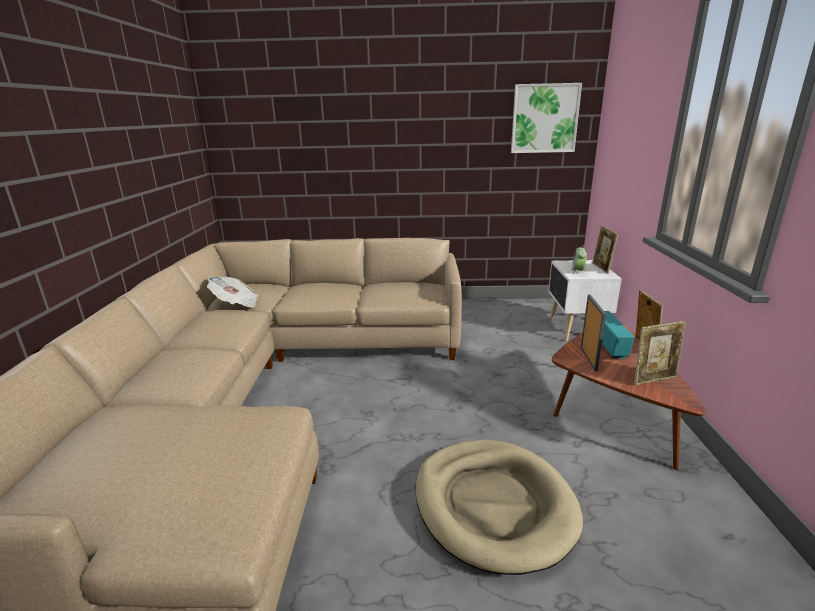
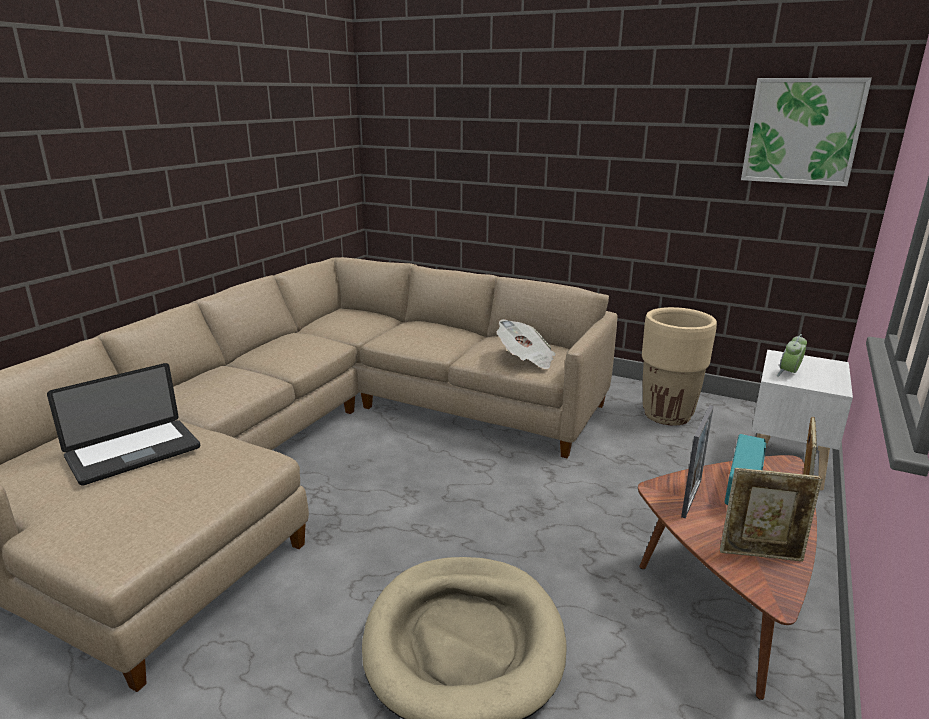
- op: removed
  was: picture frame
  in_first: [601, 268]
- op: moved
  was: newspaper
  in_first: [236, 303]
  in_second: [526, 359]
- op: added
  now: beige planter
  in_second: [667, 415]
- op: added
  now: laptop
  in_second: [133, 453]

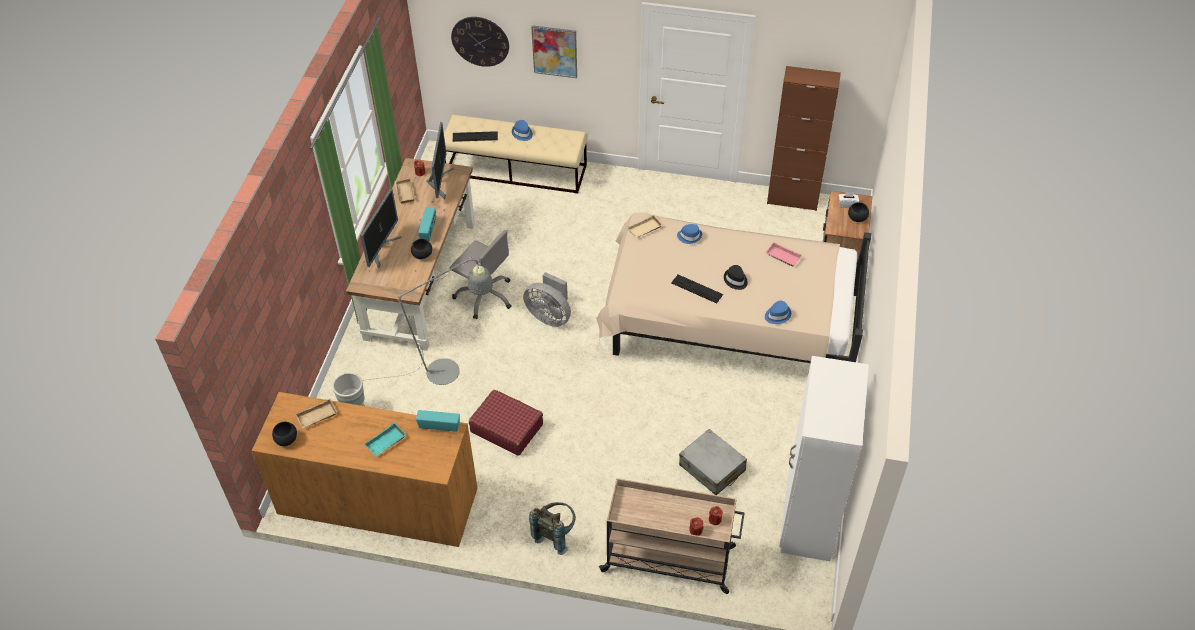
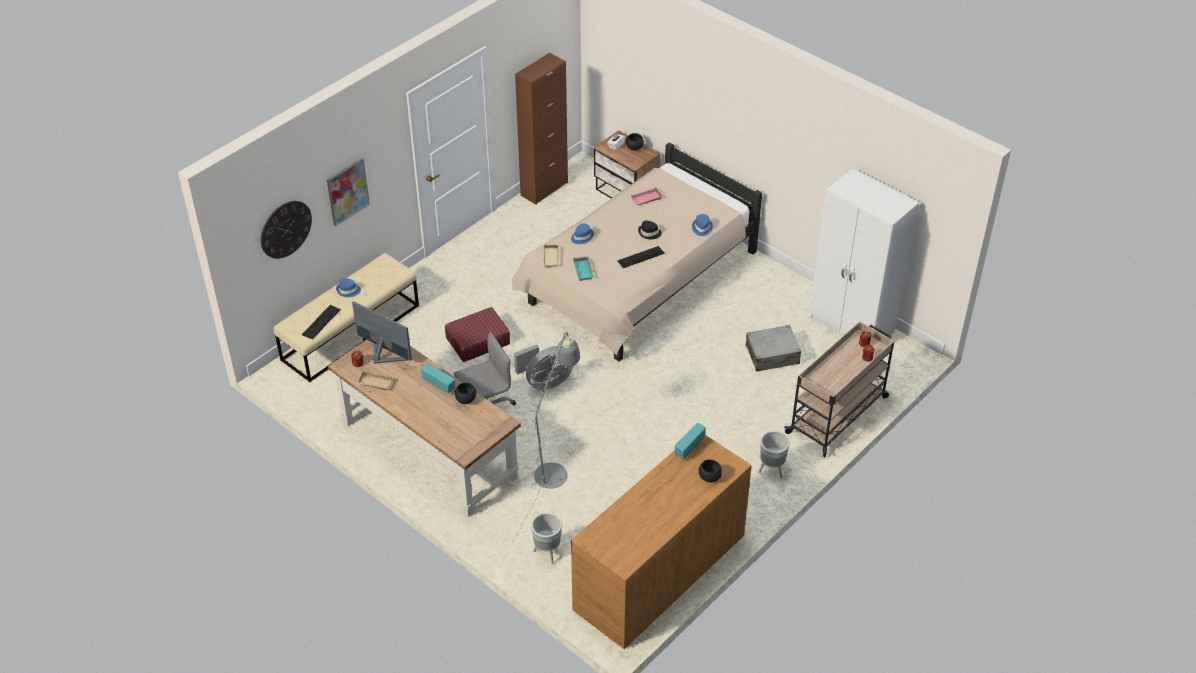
- op: removed
  was: monitor
  in_first: [382, 249]
- op: moved
  was: red suitcase
  in_first: [506, 428]
  in_second: [477, 341]
- op: removed
  was: beige tray
  in_first: [317, 417]
- op: moved
  was: black bowl
  in_first: [287, 439]
  in_second: [709, 477]
- op: moved
  was: turquoise tray
  in_first: [386, 443]
  in_second: [584, 270]
- op: replaced
  was: grey backpack
  now: grey planter
  in_first: [555, 534]
  in_second: [771, 470]

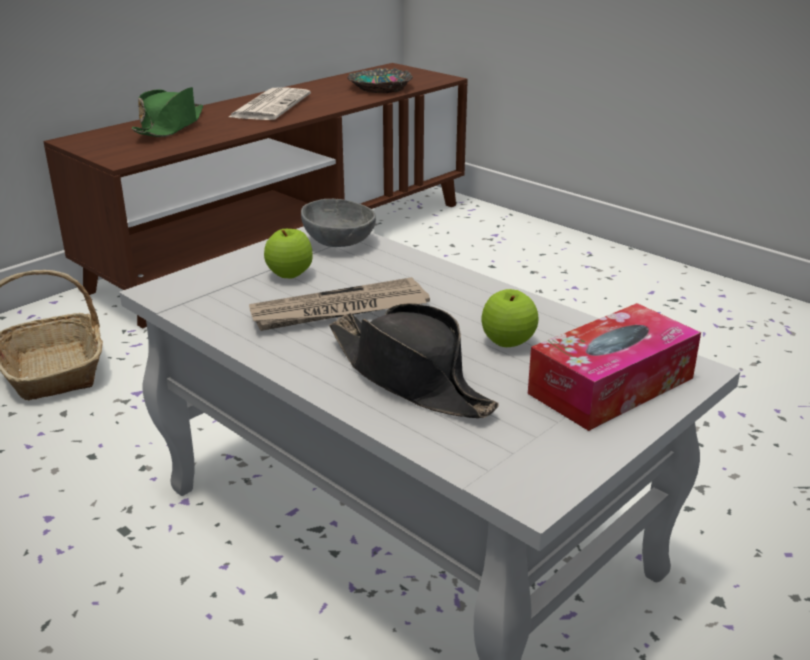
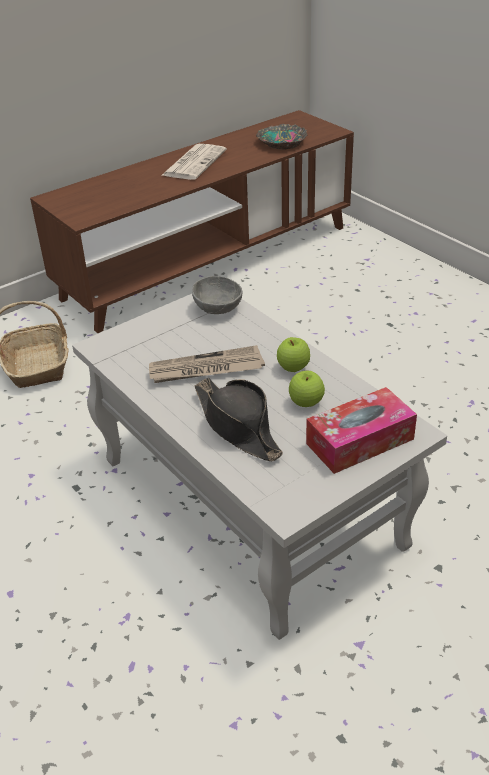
- op: removed
  was: green hat
  in_first: [170, 127]
- op: moved
  was: apple
  in_first: [289, 275]
  in_second: [293, 368]

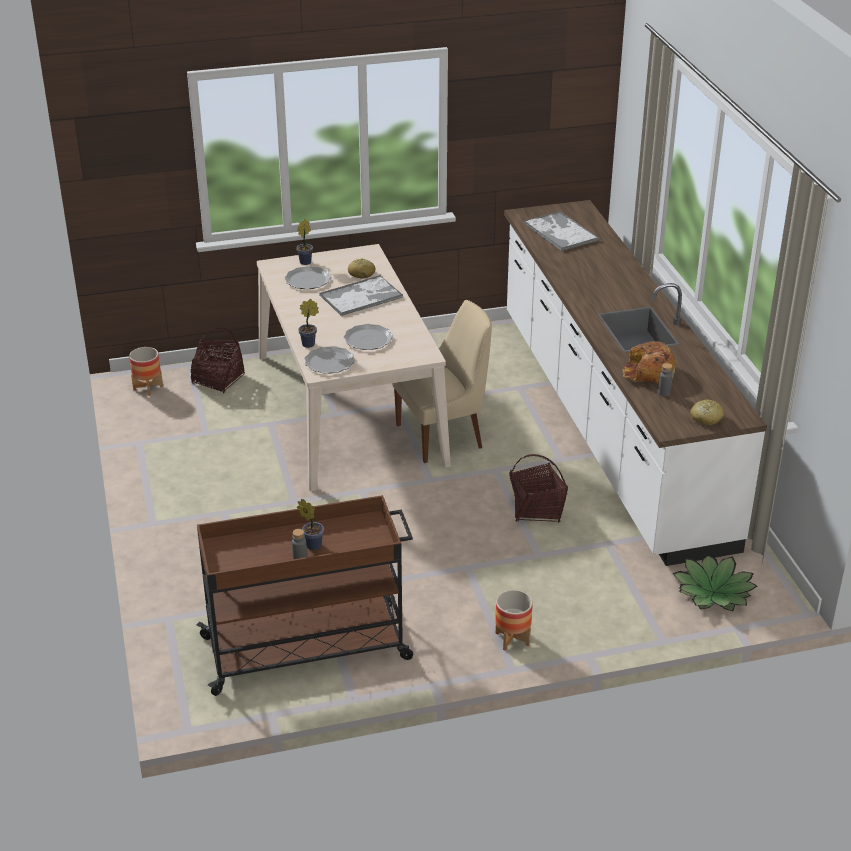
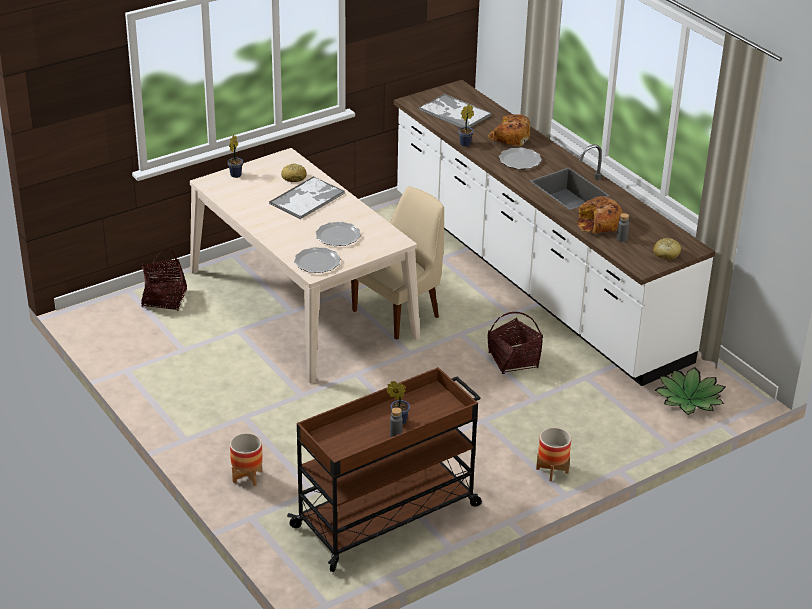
- op: moved
  was: plate
  in_first: [307, 280]
  in_second: [519, 160]
- op: moved
  was: potted plant
  in_first: [310, 344]
  in_second: [466, 143]
- op: moved
  was: planter
  in_first: [148, 388]
  in_second: [247, 476]
- op: added
  now: bread
  in_second: [509, 137]

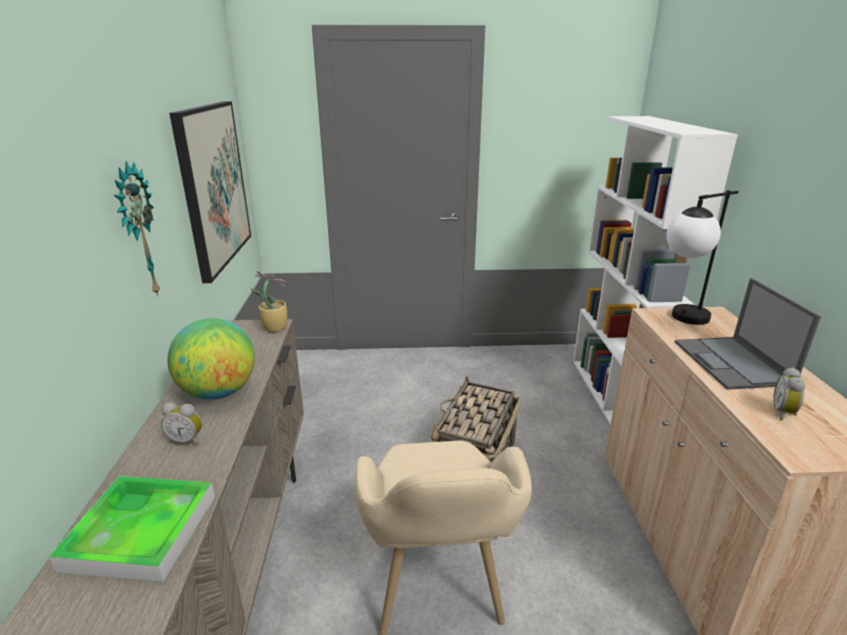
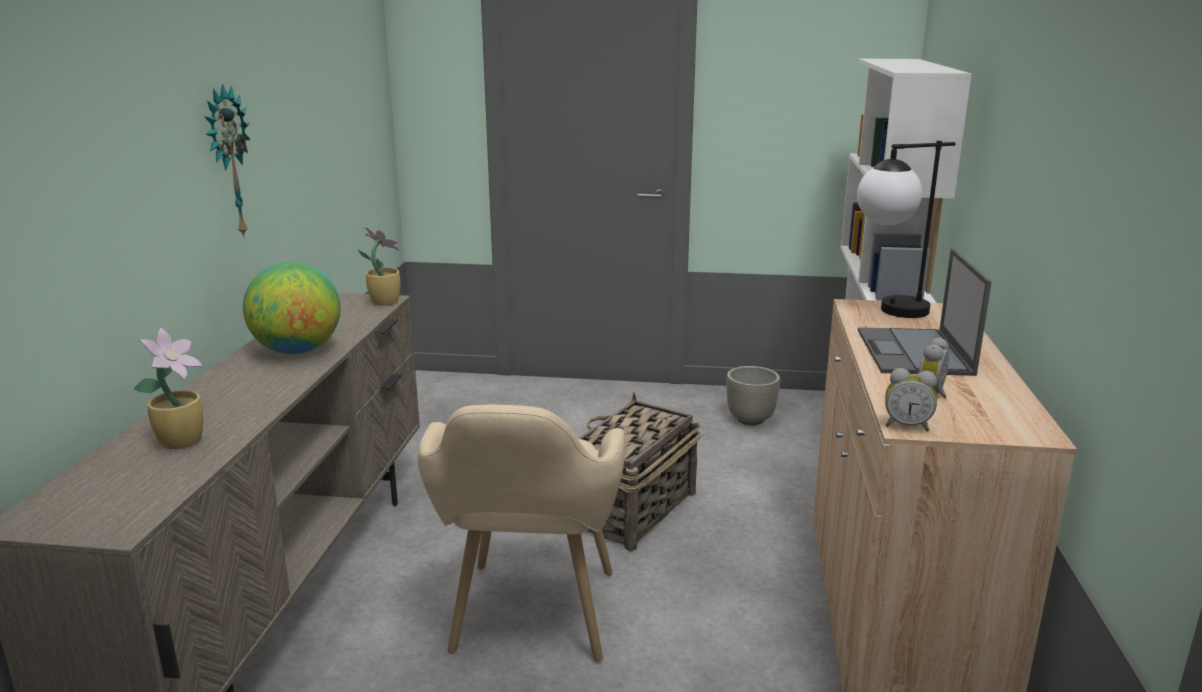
- op: removed
  was: picture
  in_first: [213, 186]
- op: moved
  was: alarm clock
  in_first: [187, 440]
  in_second: [906, 426]
- op: replaced
  was: tray
  now: potted plant
  in_first: [141, 531]
  in_second: [183, 441]
- op: added
  now: grey planter
  in_second: [750, 420]

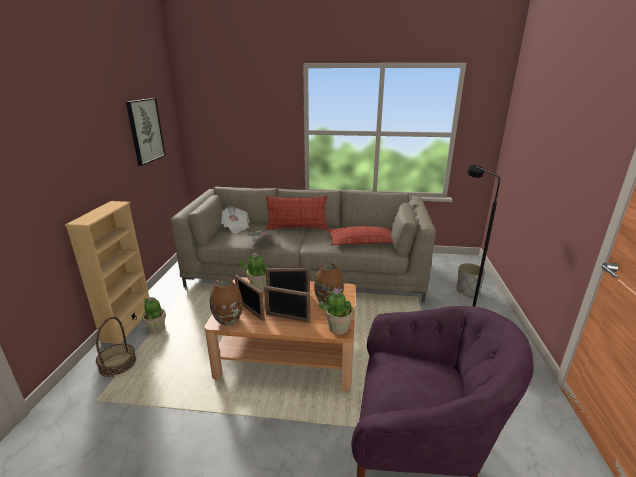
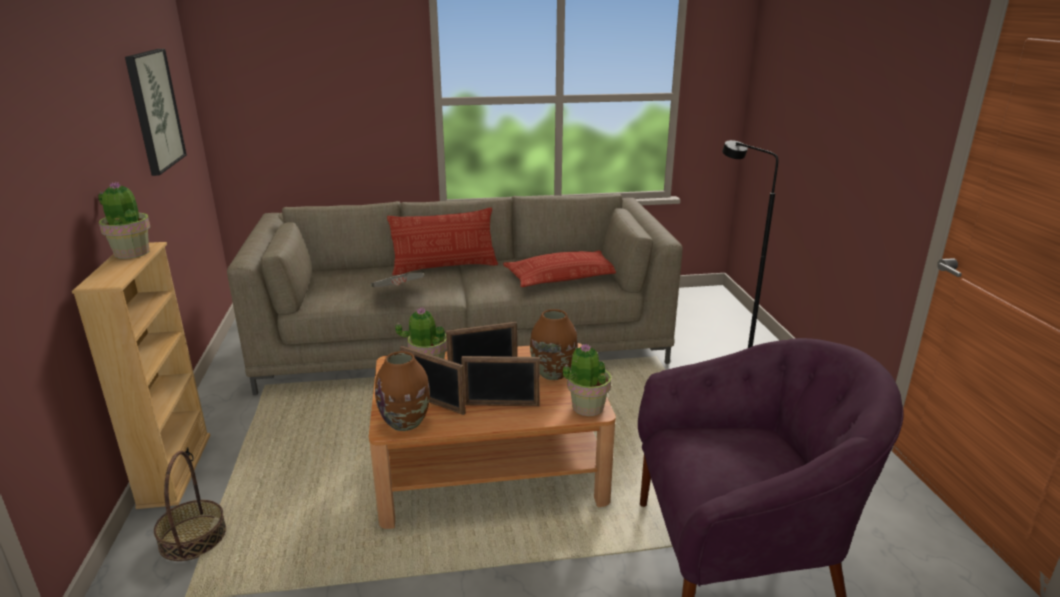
- op: removed
  was: newspaper
  in_first: [235, 227]
- op: removed
  was: grey planter
  in_first: [467, 291]
- op: moved
  was: potted plant
  in_first: [156, 328]
  in_second: [132, 252]

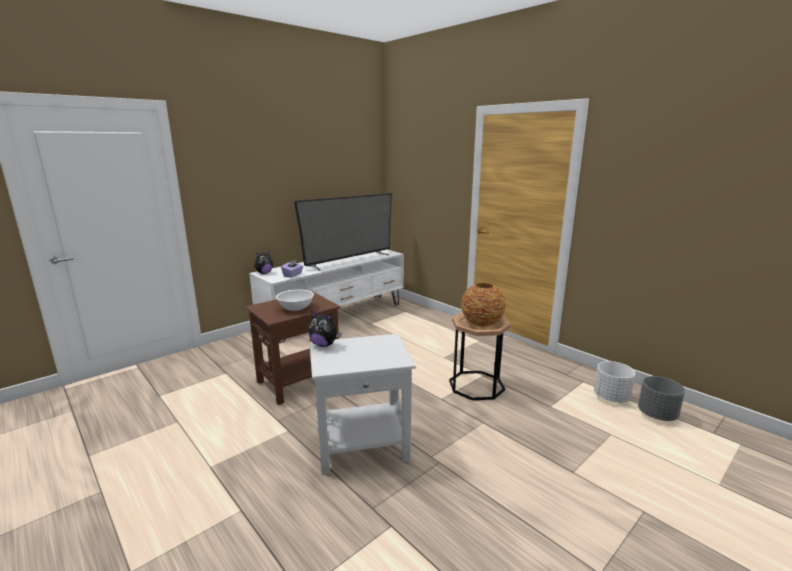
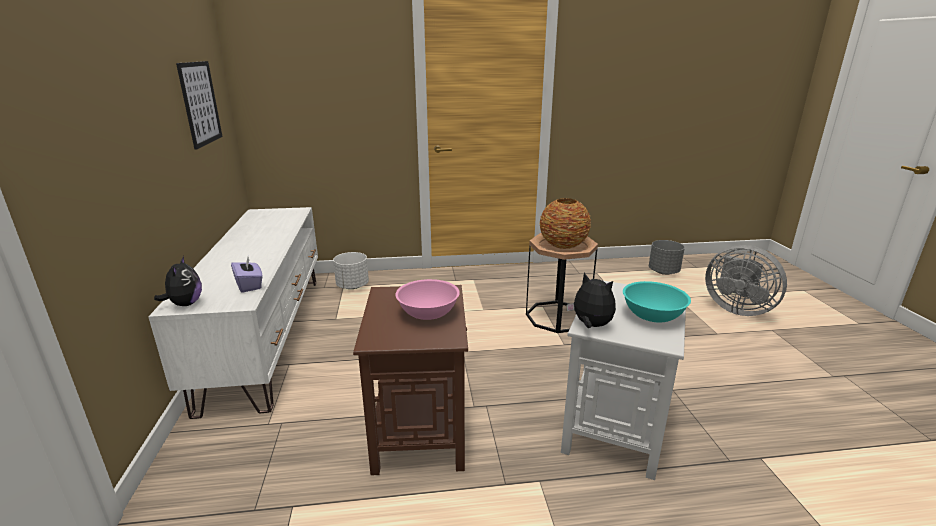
- op: removed
  was: television
  in_first: [349, 260]
- op: recoloured
  was: white bowl
  now: pink bowl
  in_first: [295, 308]
  in_second: [428, 313]
- op: turned
  was: plush toy
  in_first: [324, 345]
  in_second: [590, 325]
  clockwise: -105
- op: moved
  was: white planter
  in_first: [611, 397]
  in_second: [353, 286]
- op: added
  now: picture
  in_second: [200, 103]
- op: added
  now: grey fan
  in_second: [736, 308]
- op: added
  now: turquoise bowl
  in_second: [653, 315]

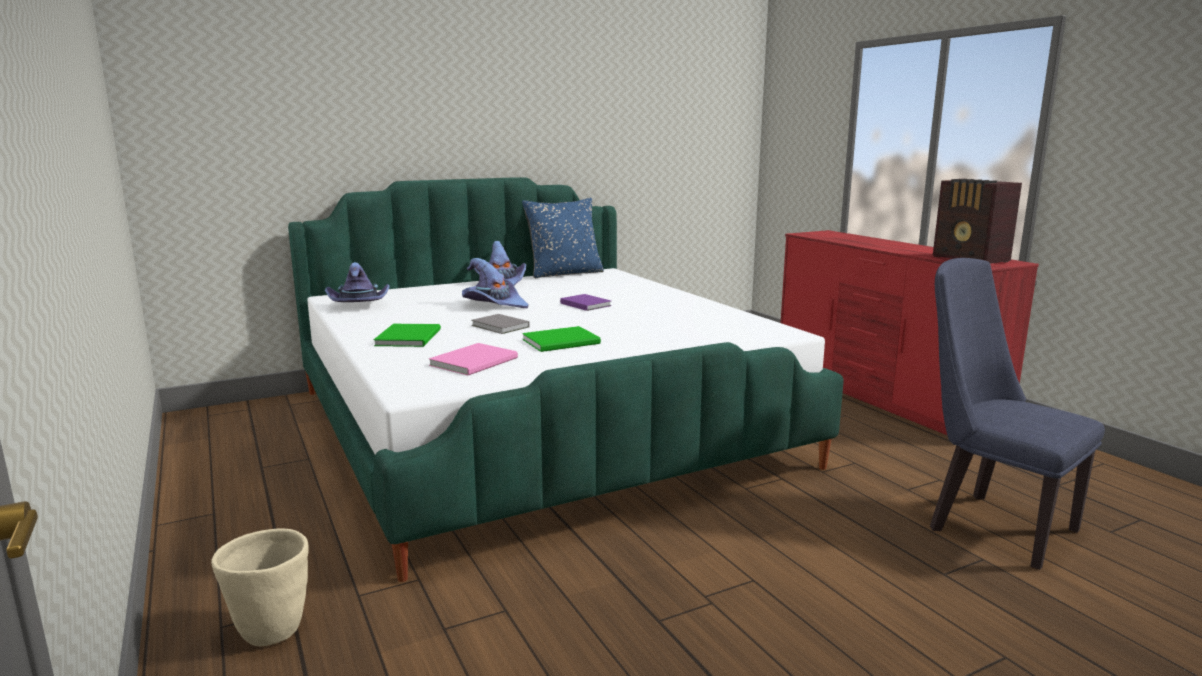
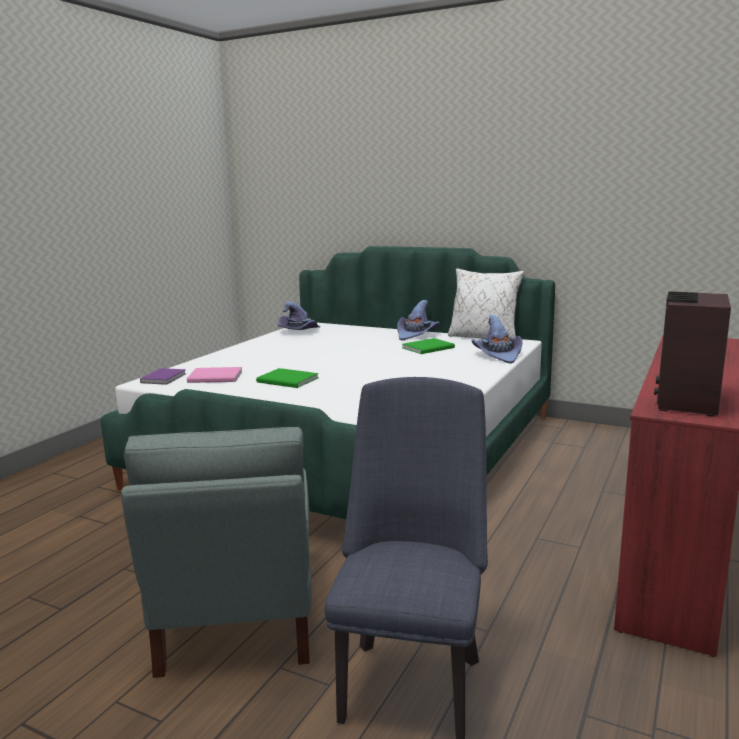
- op: recoloured
  was: blue pillow
  now: white pillow
  in_first: [564, 273]
  in_second: [484, 337]
- op: moved
  was: purple hat
  in_first: [494, 304]
  in_second: [498, 355]
- op: moved
  was: purple book
  in_first: [585, 304]
  in_second: [165, 378]
- op: removed
  was: grey book
  in_first: [500, 326]
- op: moved
  was: green book
  in_first: [410, 337]
  in_second: [429, 348]
- op: removed
  was: beige planter
  in_first: [271, 631]
- op: added
  now: grey armchair
  in_second: [238, 617]

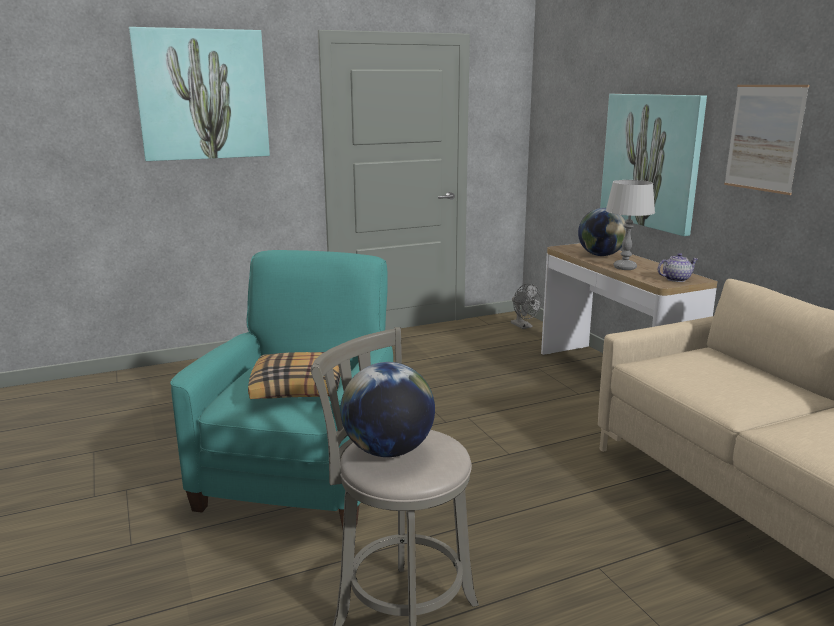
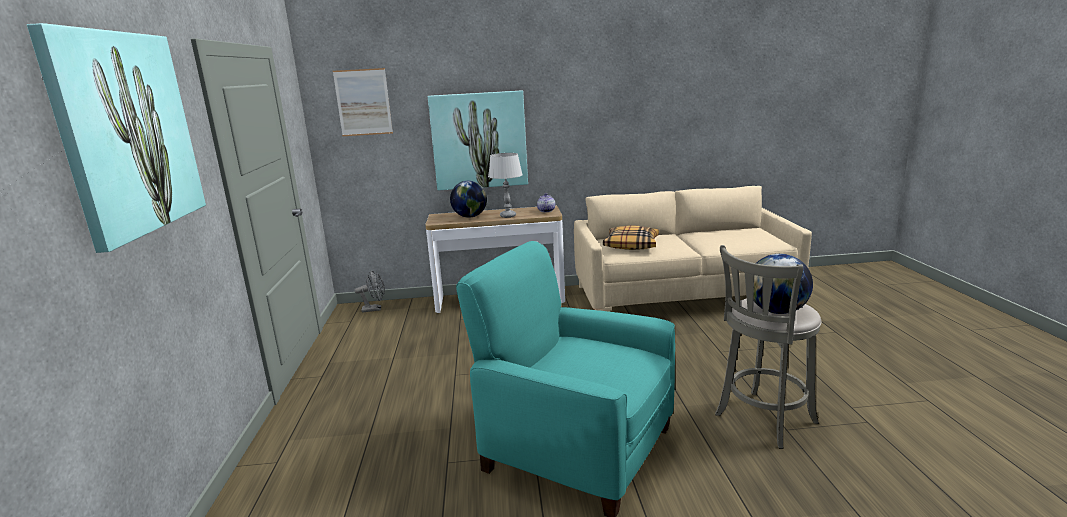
- op: moved
  was: picture
  in_first: [764, 138]
  in_second: [363, 102]
- op: moved
  was: pillow
  in_first: [298, 388]
  in_second: [631, 245]

